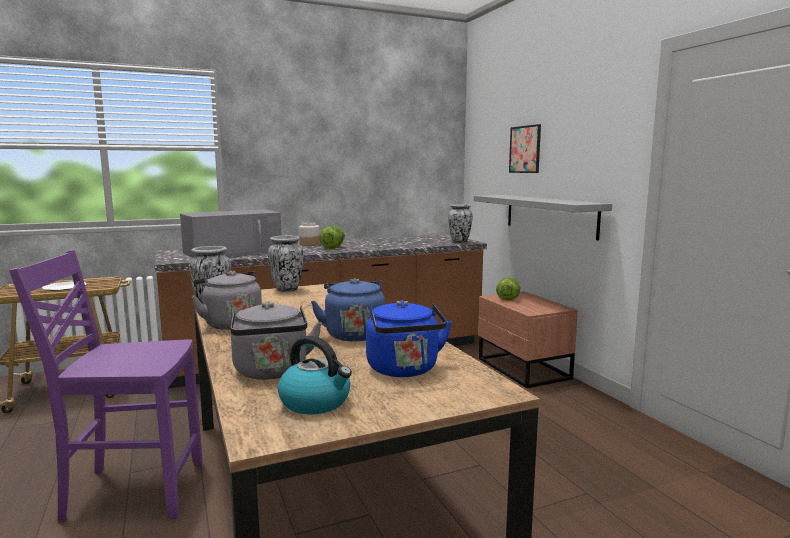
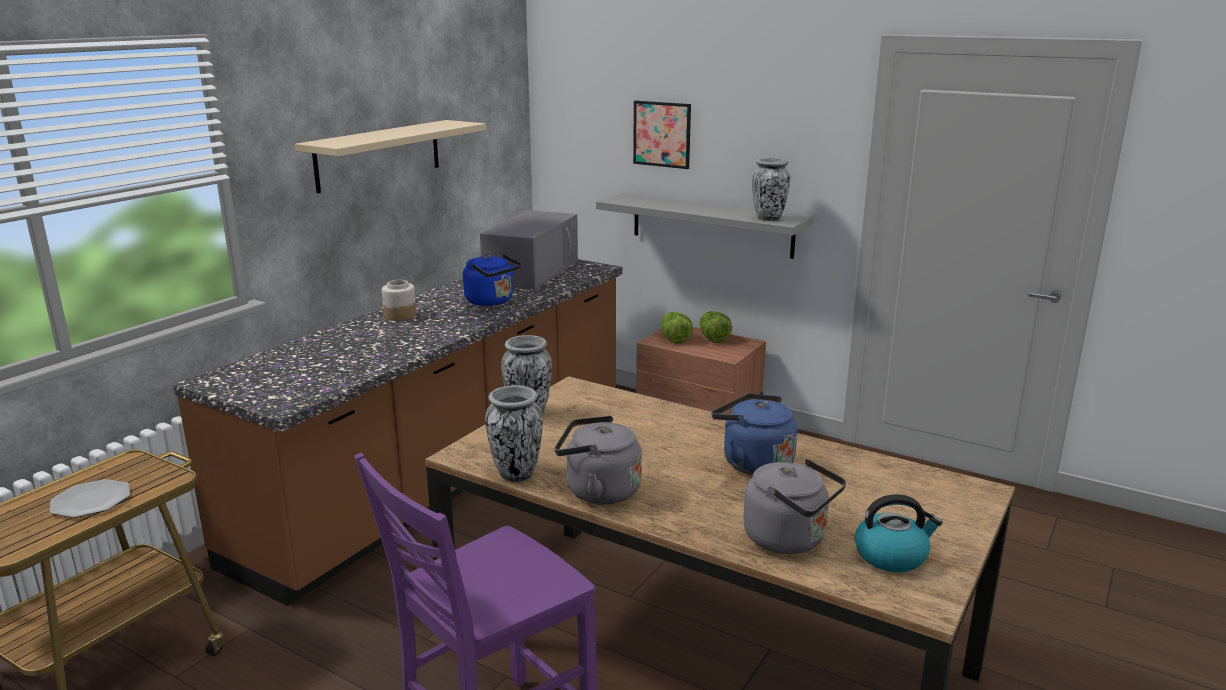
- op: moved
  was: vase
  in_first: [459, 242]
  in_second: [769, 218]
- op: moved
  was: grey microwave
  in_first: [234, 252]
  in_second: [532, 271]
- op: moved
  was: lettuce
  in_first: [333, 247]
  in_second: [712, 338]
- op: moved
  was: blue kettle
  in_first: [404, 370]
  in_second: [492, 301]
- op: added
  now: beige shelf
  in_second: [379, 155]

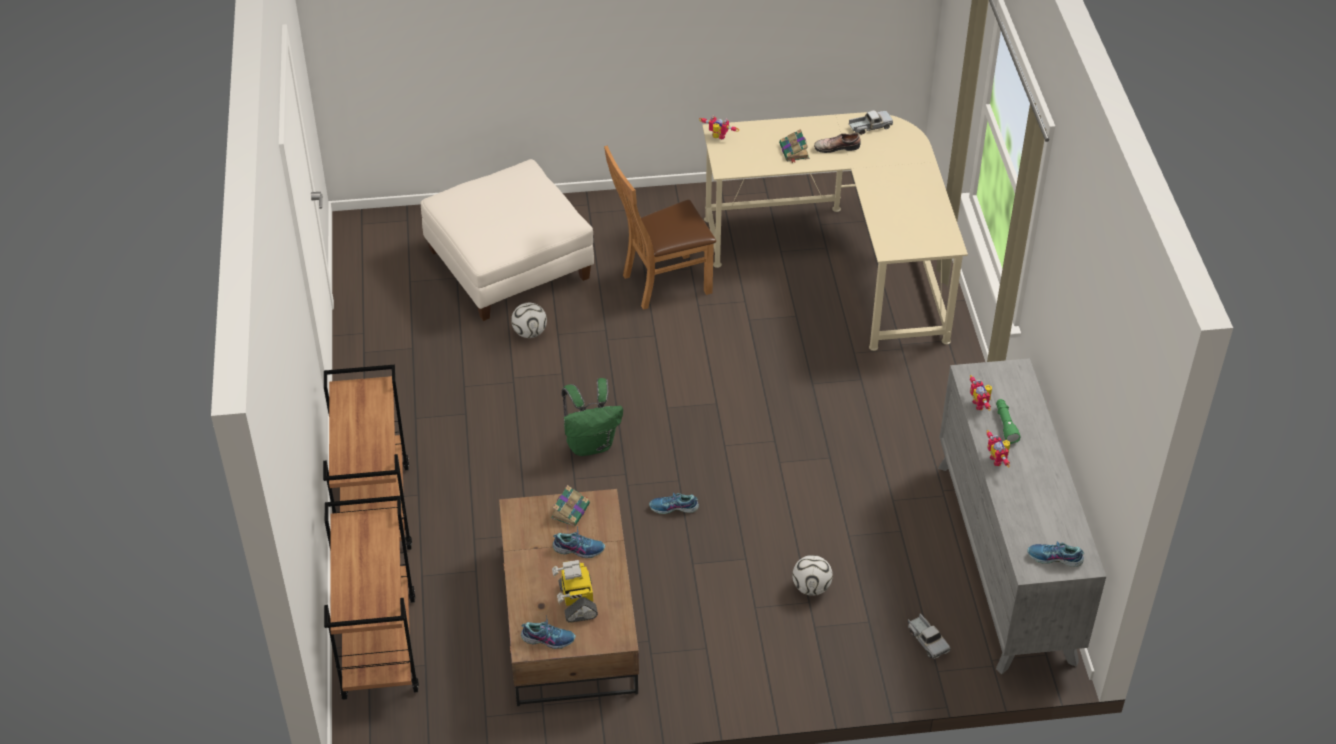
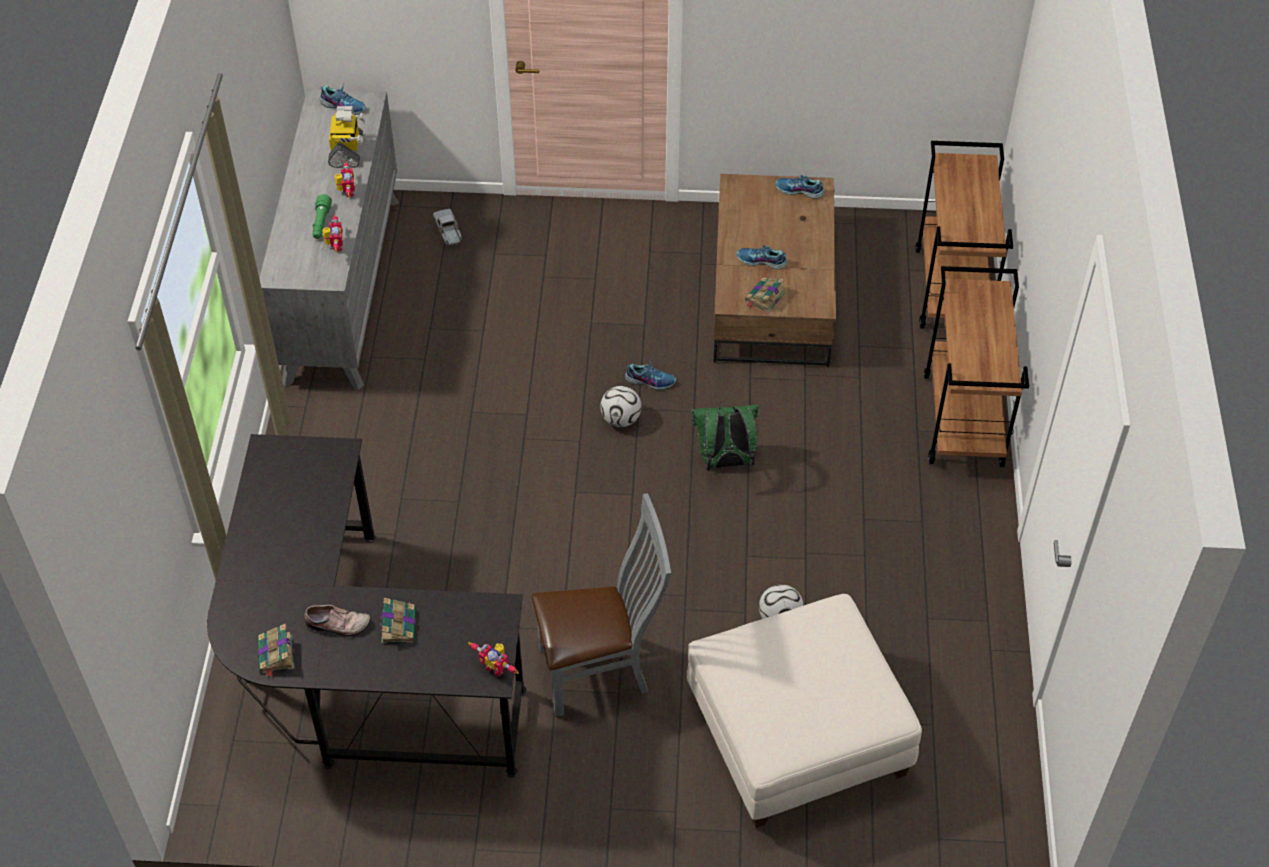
- op: replaced
  was: toy truck
  now: book
  in_first: [870, 127]
  in_second: [276, 655]
- op: recoloured
  was: beige desk
  now: black desk
  in_first: [841, 260]
  in_second: [356, 673]
- op: recoloured
  was: brown chair
  now: grey chair
  in_first: [661, 283]
  in_second: [601, 670]
- op: moved
  was: football
  in_first: [811, 587]
  in_second: [621, 419]
- op: moved
  was: toy robot
  in_first: [576, 601]
  in_second: [347, 152]

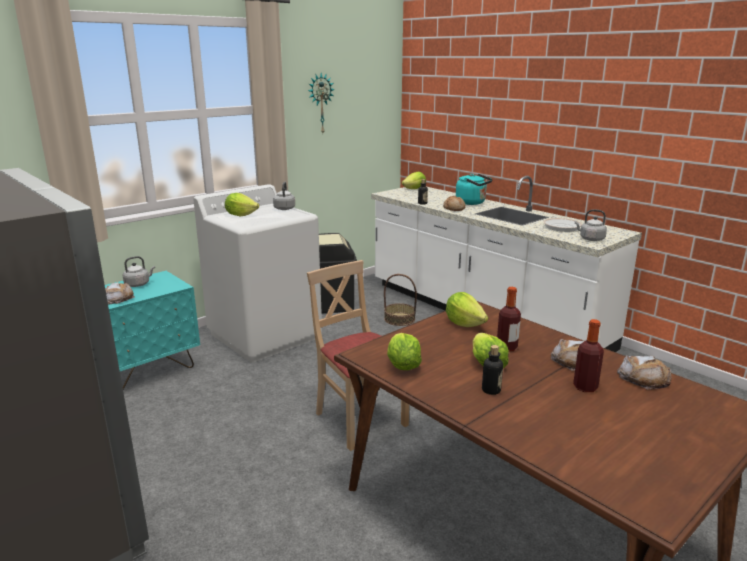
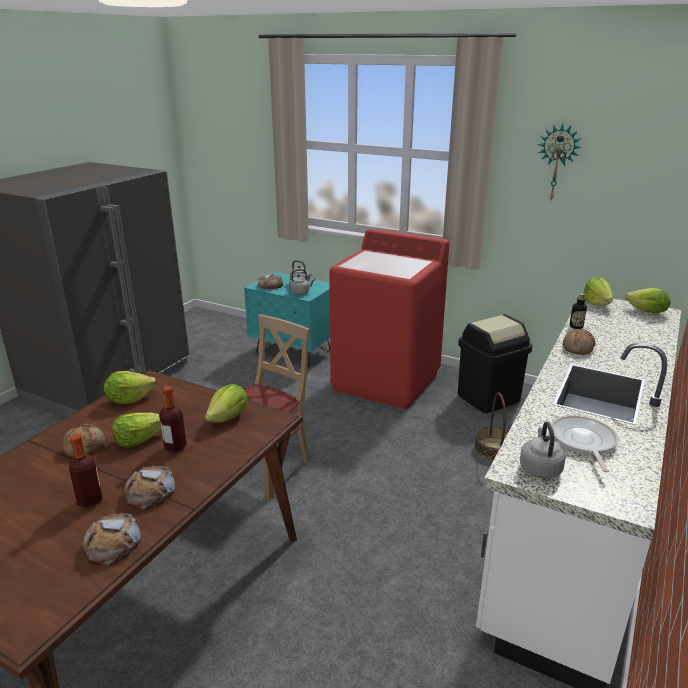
- op: removed
  was: turquoise kettle
  in_first: [472, 203]
- op: moved
  was: grey kettle
  in_first: [284, 208]
  in_second: [300, 293]
- op: recoloured
  was: white washing machine
  now: red washing machine
  in_first: [265, 335]
  in_second: [386, 381]
- op: moved
  was: lettuce
  in_first: [241, 215]
  in_second: [596, 303]
- op: replaced
  was: bottle
  now: bread
  in_first: [491, 390]
  in_second: [85, 446]

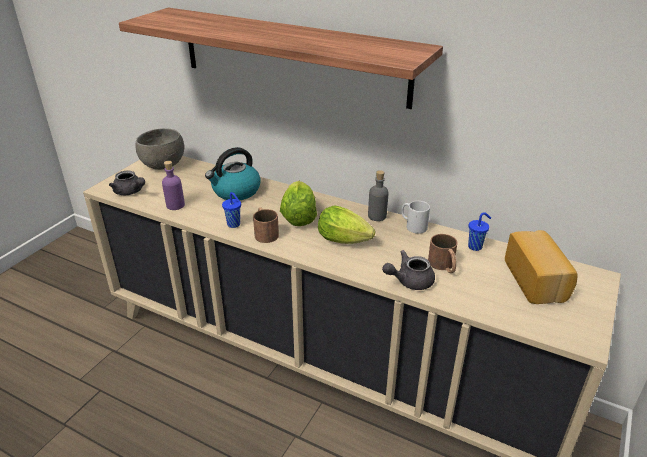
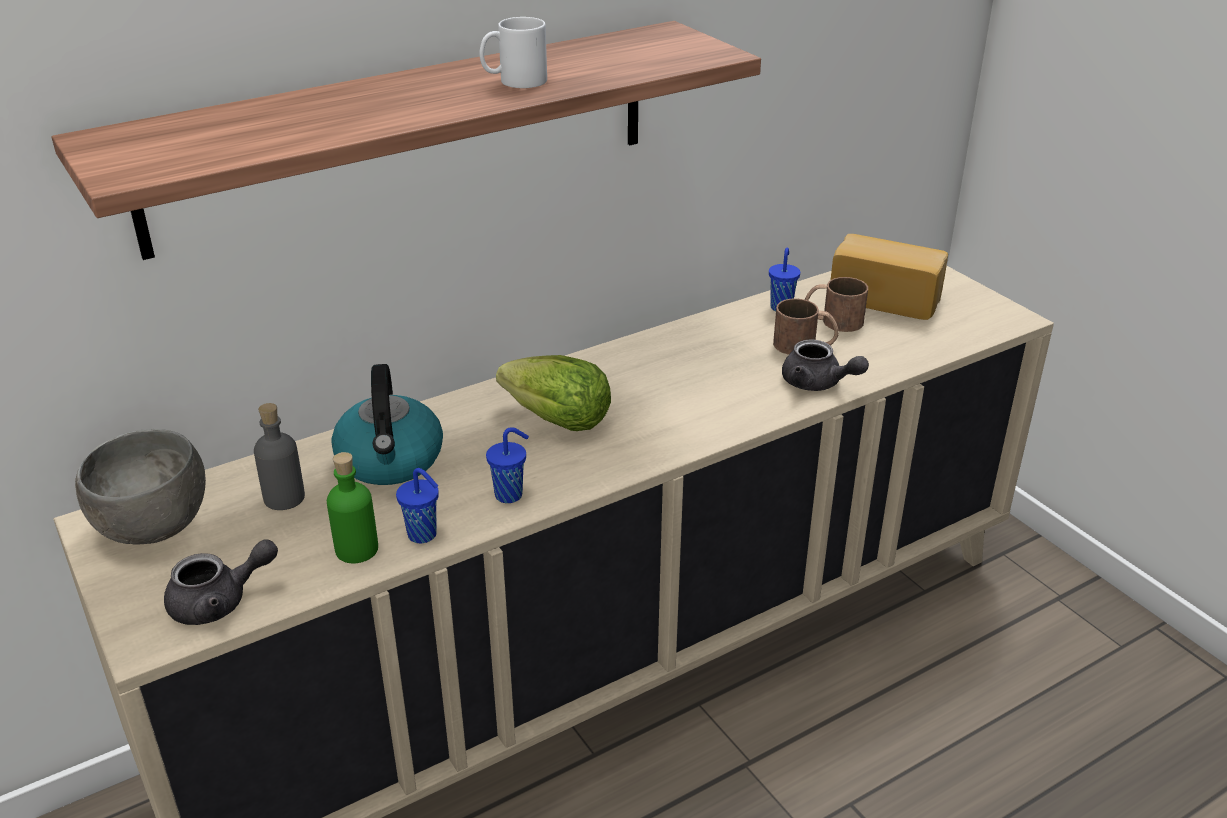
- op: recoloured
  was: purple bottle
  now: green bottle
  in_first: [175, 205]
  in_second: [357, 549]
- op: moved
  was: grey bottle
  in_first: [377, 216]
  in_second: [284, 498]
- op: moved
  was: white mug
  in_first: [412, 226]
  in_second: [514, 82]
- op: removed
  was: lettuce
  in_first: [346, 241]
- op: moved
  was: brown mug
  in_first: [265, 232]
  in_second: [832, 321]
- op: turned
  was: grey teapot
  in_first: [409, 281]
  in_second: [818, 384]
  clockwise: -60
- op: added
  now: blue cup
  in_second: [424, 535]

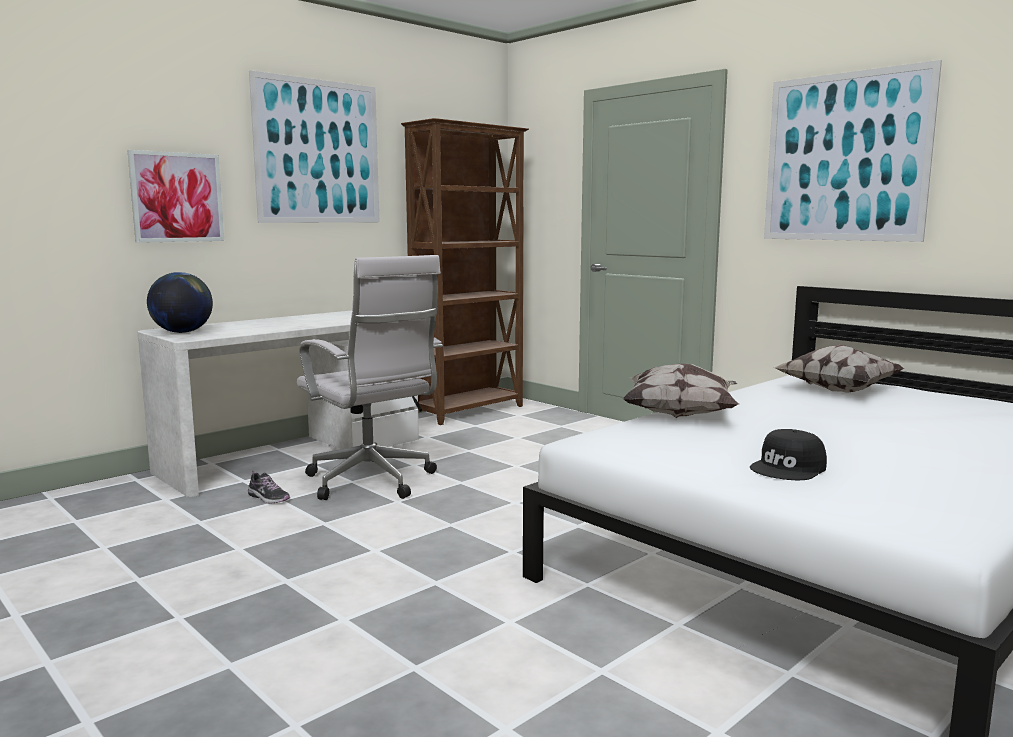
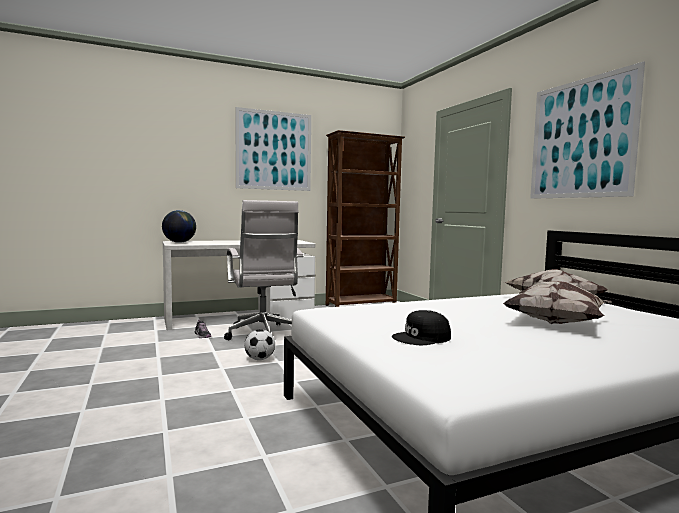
- op: removed
  was: picture
  in_first: [177, 197]
- op: moved
  was: pillow
  in_first: [681, 415]
  in_second: [557, 322]
- op: added
  now: football
  in_second: [259, 359]

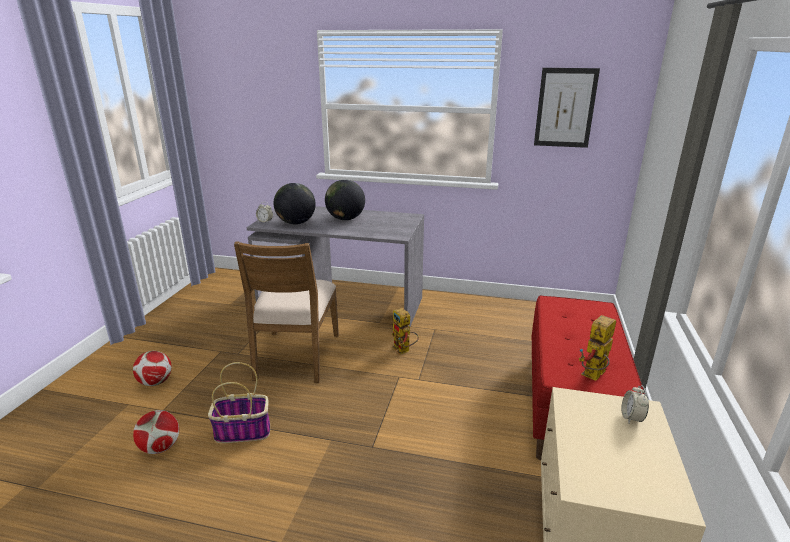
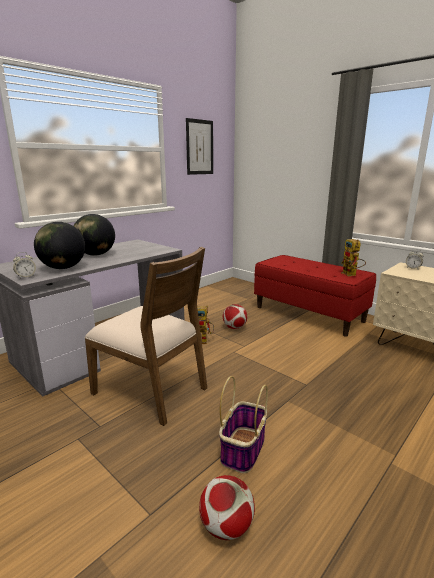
- op: moved
  was: football
  in_first: [155, 382]
  in_second: [234, 327]

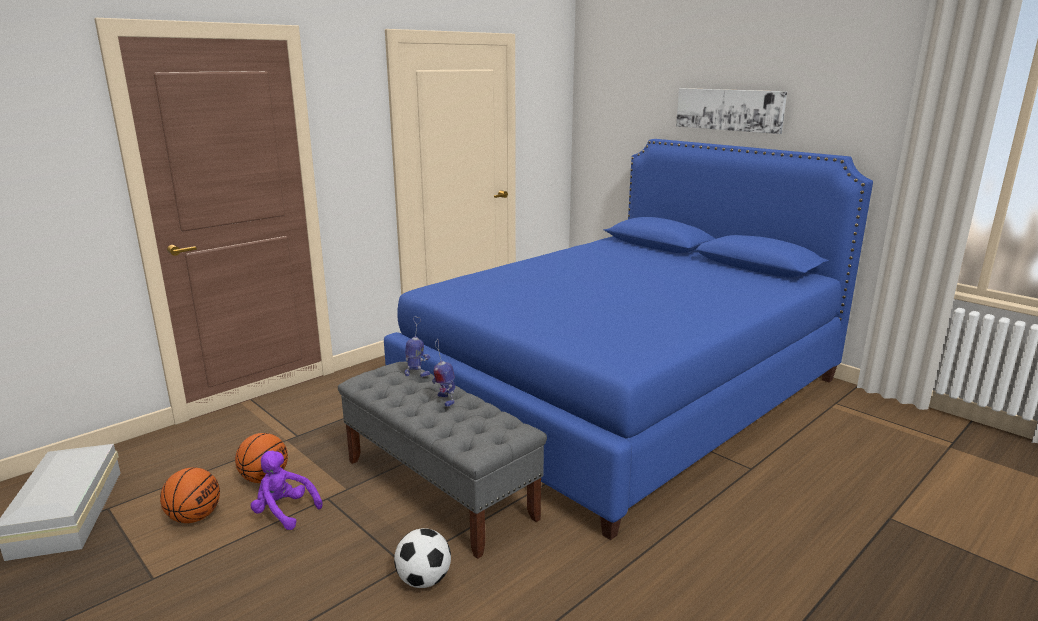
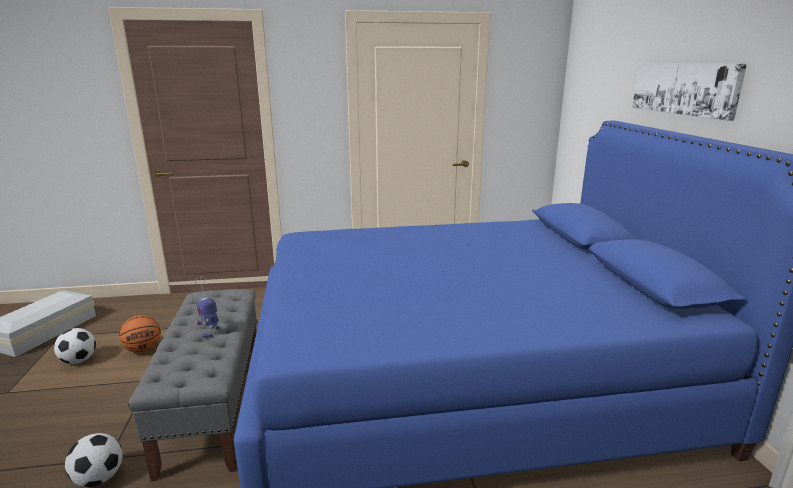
- op: removed
  was: toy robot
  in_first: [417, 374]
- op: removed
  was: purple plush toy
  in_first: [284, 512]
- op: replaced
  was: basketball
  now: football
  in_first: [195, 517]
  in_second: [79, 361]

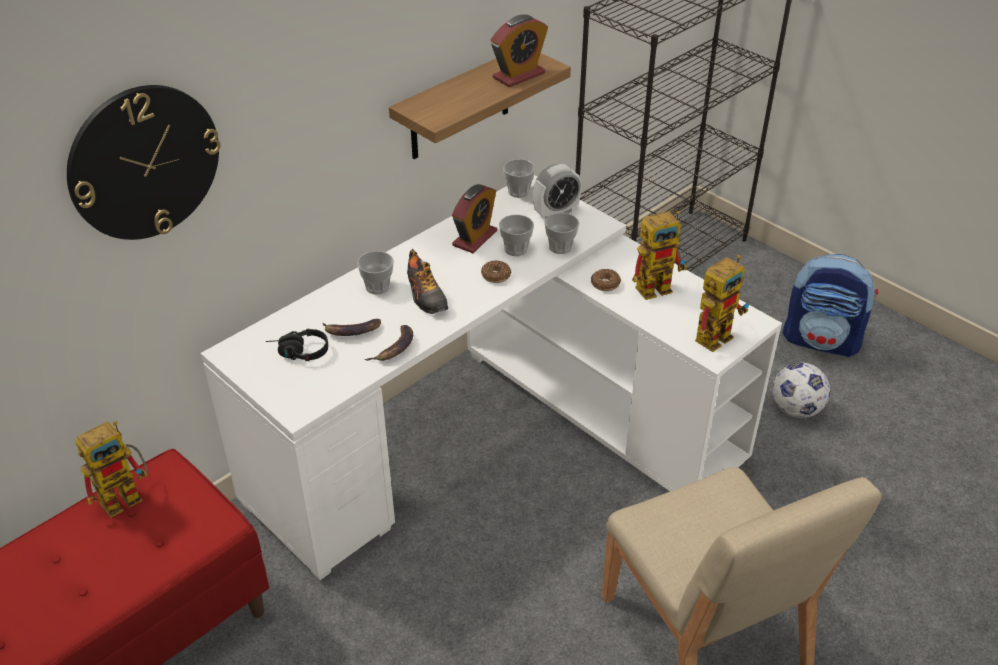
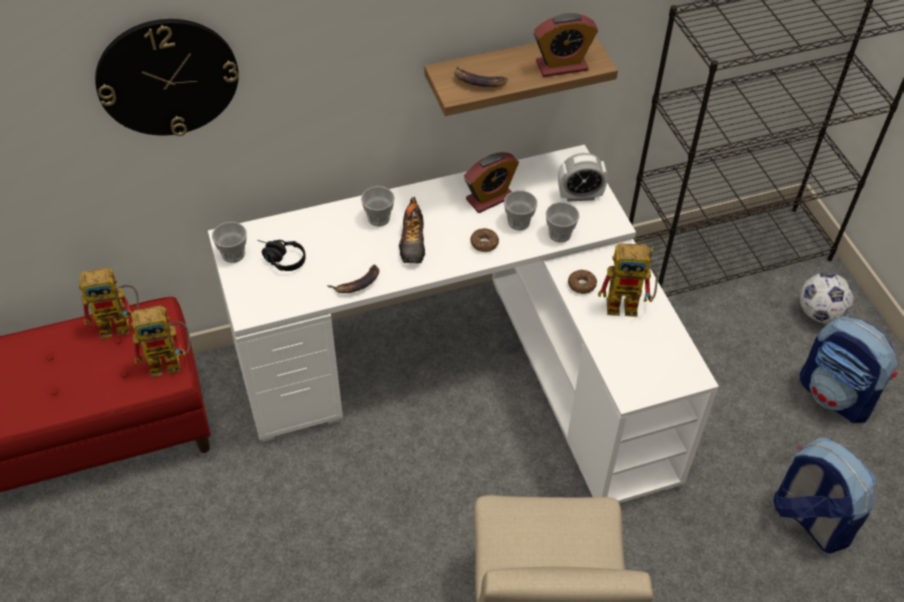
- op: moved
  was: cup
  in_first: [518, 191]
  in_second: [233, 254]
- op: moved
  was: toy robot
  in_first: [716, 333]
  in_second: [171, 362]
- op: moved
  was: banana
  in_first: [351, 331]
  in_second: [478, 81]
- op: moved
  was: football
  in_first: [796, 409]
  in_second: [819, 313]
- op: added
  now: backpack
  in_second: [809, 519]

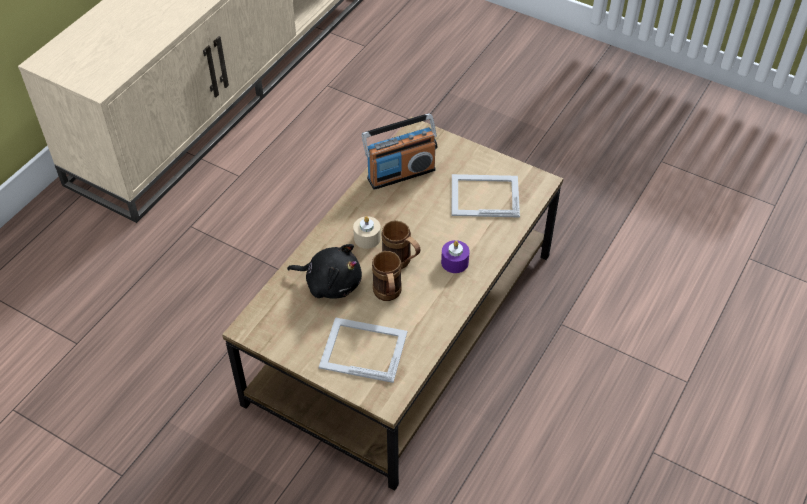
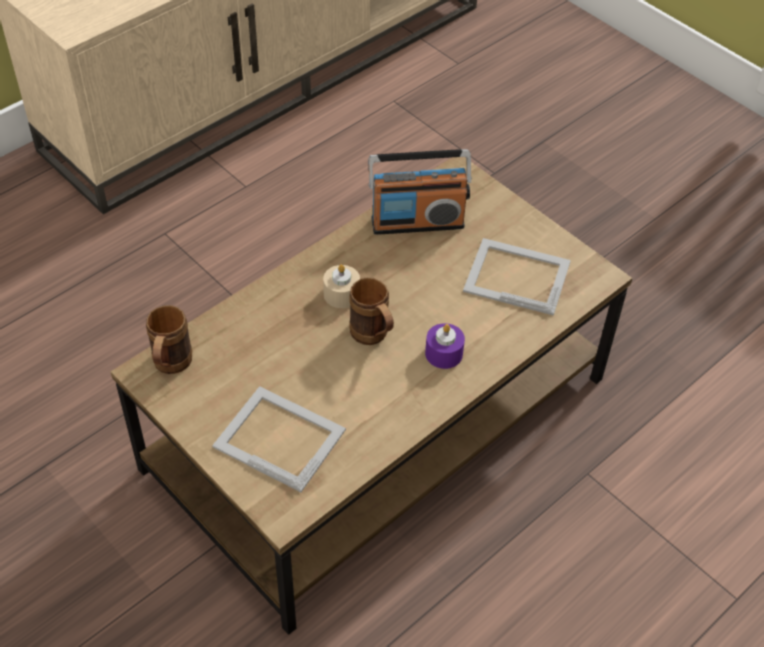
- op: removed
  was: black plush toy
  in_first: [330, 283]
- op: moved
  was: brown mug
  in_first: [388, 296]
  in_second: [170, 367]

